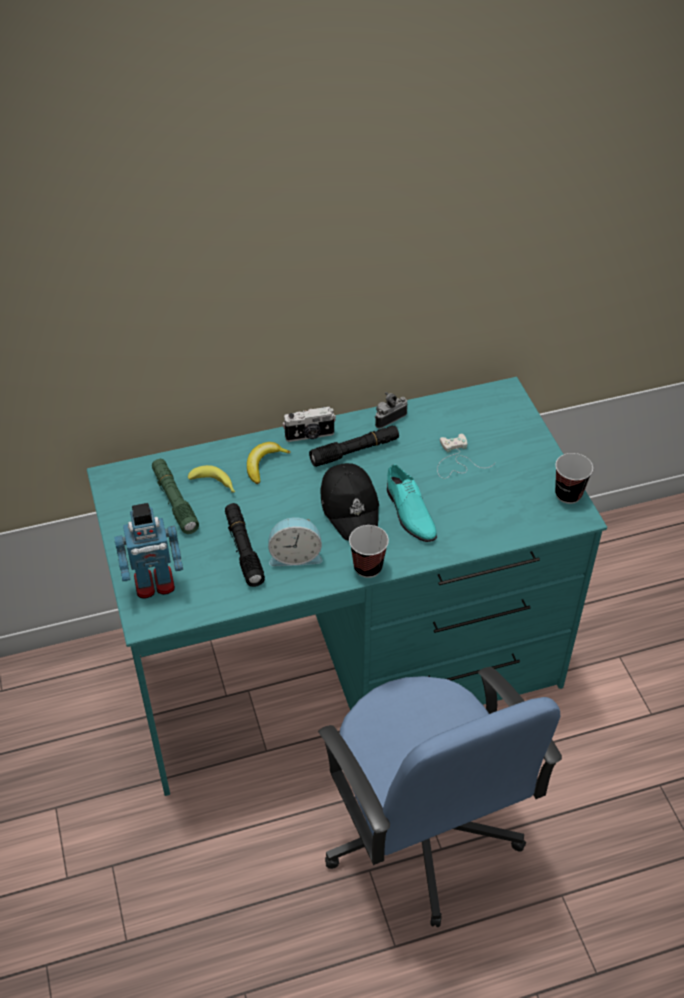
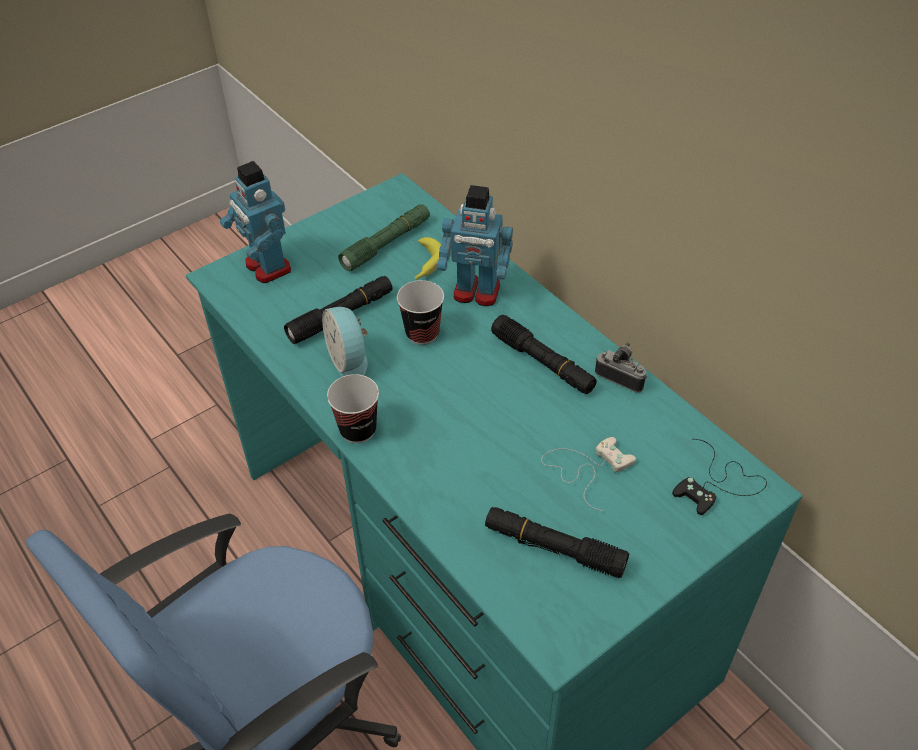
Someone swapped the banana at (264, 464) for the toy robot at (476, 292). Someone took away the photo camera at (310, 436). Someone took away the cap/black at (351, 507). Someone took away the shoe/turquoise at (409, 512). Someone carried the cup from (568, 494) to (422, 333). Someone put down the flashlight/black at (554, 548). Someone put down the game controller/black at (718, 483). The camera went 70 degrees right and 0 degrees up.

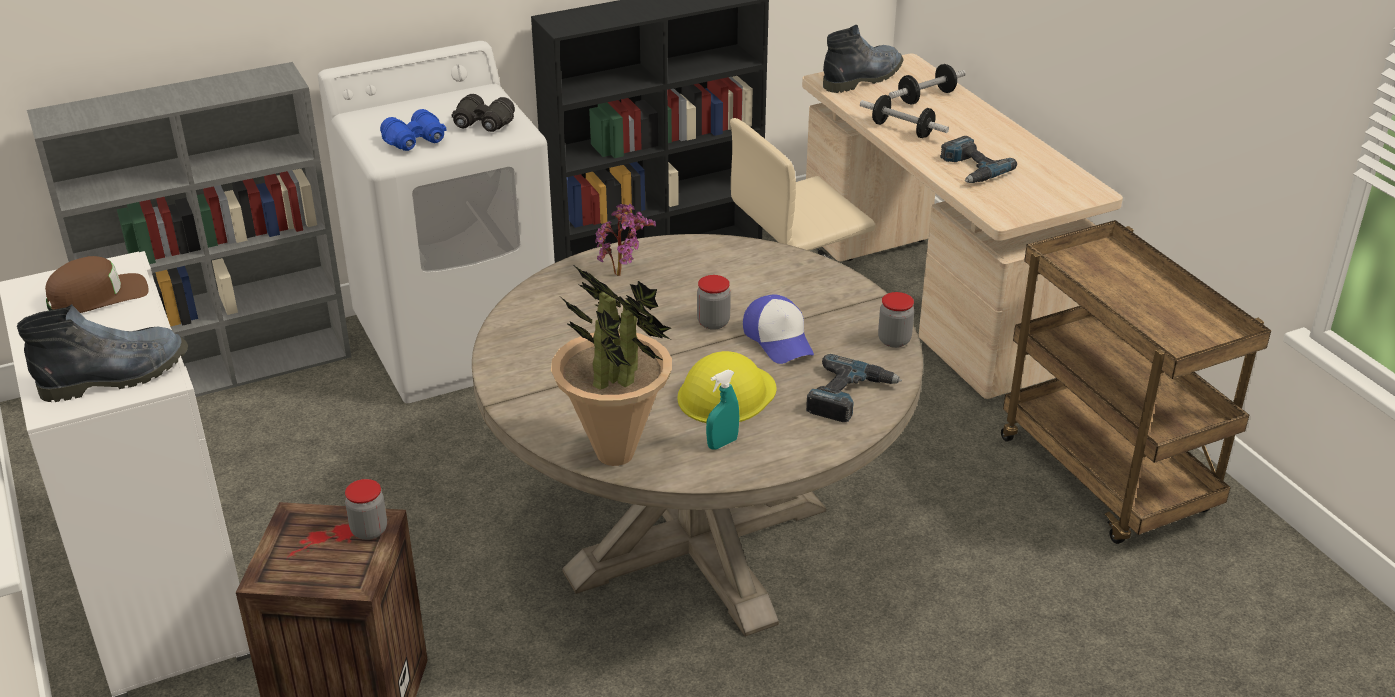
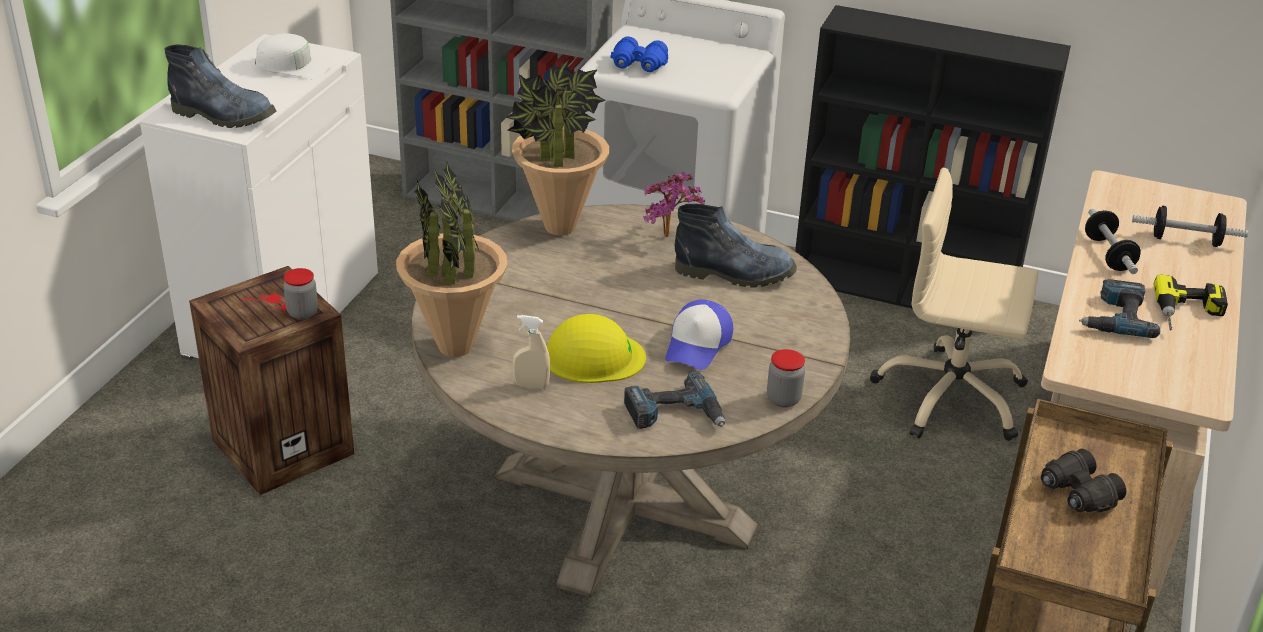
Someone repainted the cap/brown at (98, 296), which became the cap/white at (293, 67). Someone carried the binoculars/black from (483, 125) to (1077, 494). Someone took away the jar at (713, 322). Someone repainted the spray bottle/turquoise at (722, 443), which became the spray bottle/beige at (531, 385). Someone carried the boot from (863, 77) to (736, 273). Someone put down the potted plant at (559, 228). Someone put down the power drill at (1189, 314). The camera went 45 degrees right and 0 degrees up.

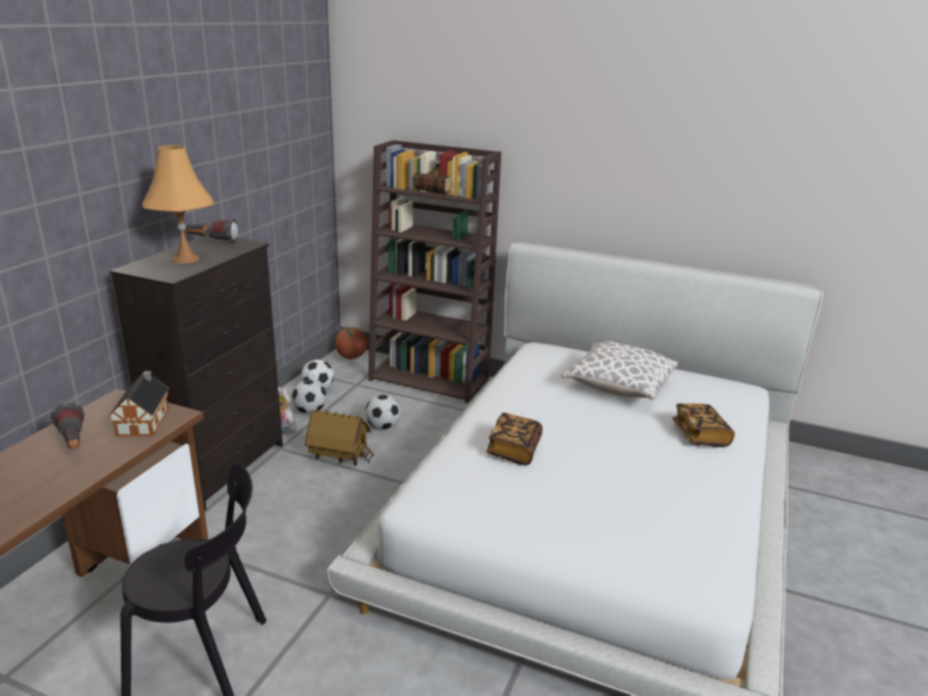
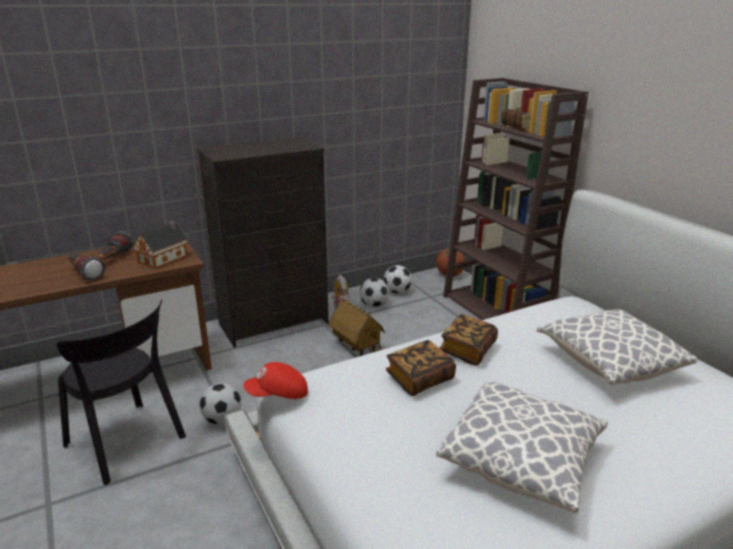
Someone took away the table lamp/orange at (185, 259). Someone carried the flashlight from (211, 242) to (84, 274). Someone carried the football from (383, 427) to (222, 419). Someone carried the book from (700, 436) to (467, 350). Someone put down the cap/red at (278, 395). Someone put down the pillow at (521, 460). The camera went 40 degrees right and 0 degrees up.

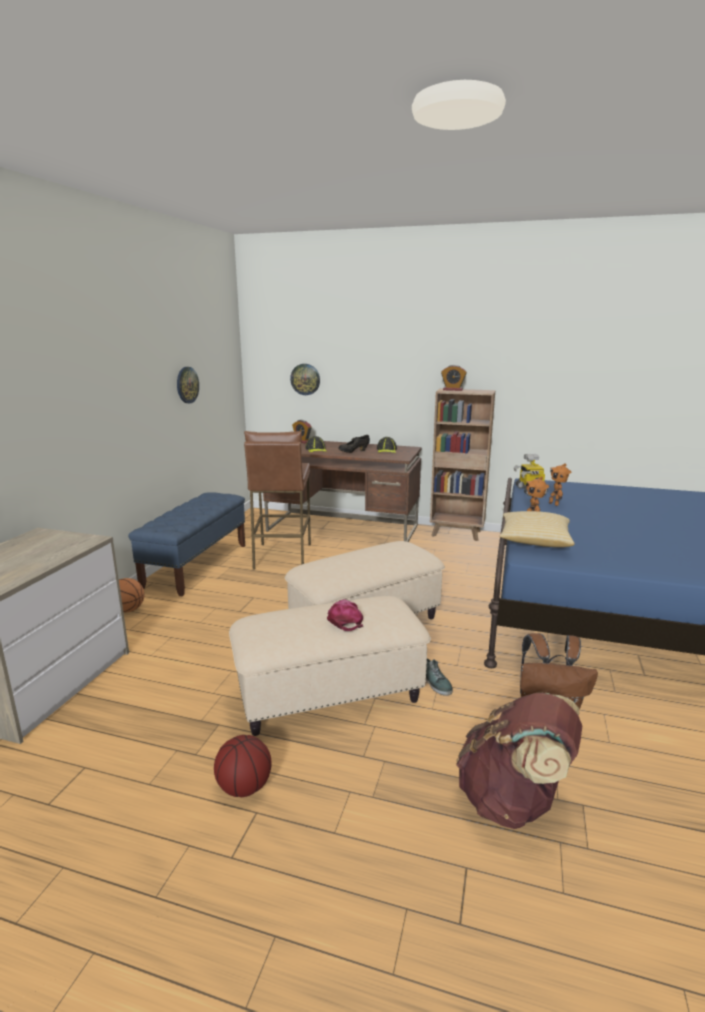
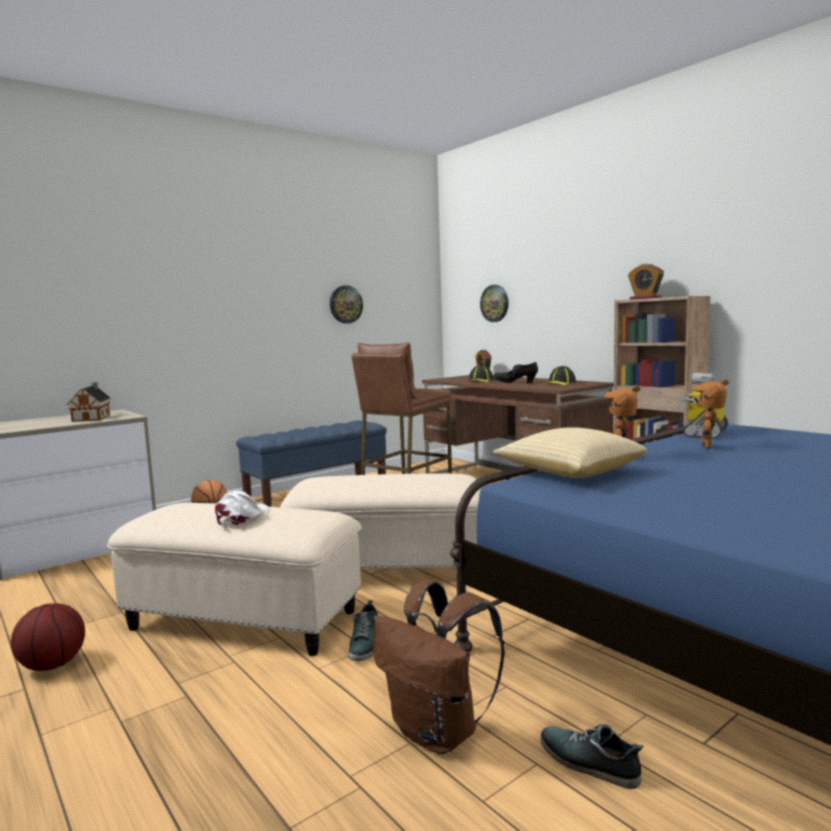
Someone repainted the cap/pink at (344, 619), which became the cap/white at (242, 517). Someone took away the backpack/brown at (513, 801). Someone put down the toy house at (92, 417). Someone put down the shoe at (588, 763). The camera went 35 degrees right and 10 degrees down.

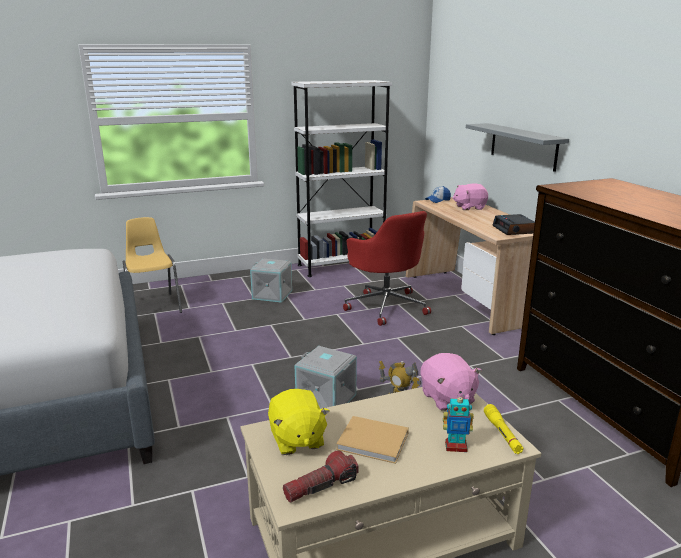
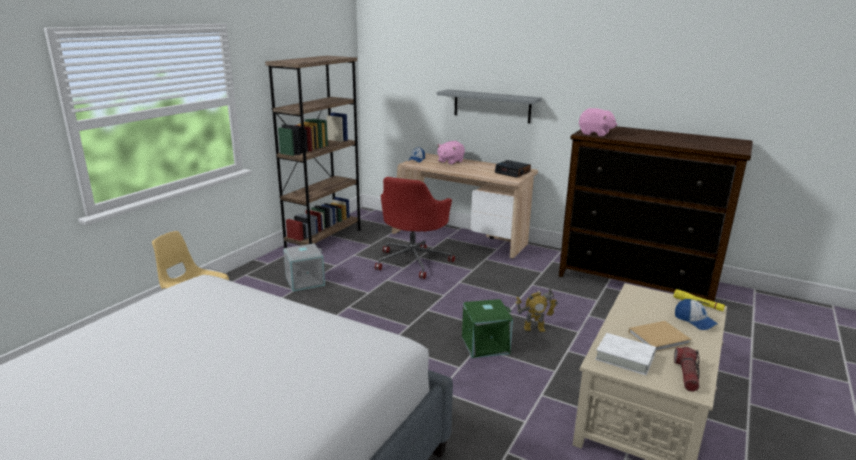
Someone swapped the plush toy/yellow at (296, 439) for the book/white at (624, 357). Someone repainted the bookcase/white at (341, 265), which became the bookcase/brown at (324, 238). Someone repainted the storage box/grey at (327, 399), which became the storage box/green at (485, 344). Someone rotated the office chair/red at (386, 306) by 90 degrees clockwise. Someone carried the plush toy/pink from (447, 398) to (595, 134). Someone swapped the toy robot at (456, 447) for the cap at (694, 321). The camera went 40 degrees left and 0 degrees up.

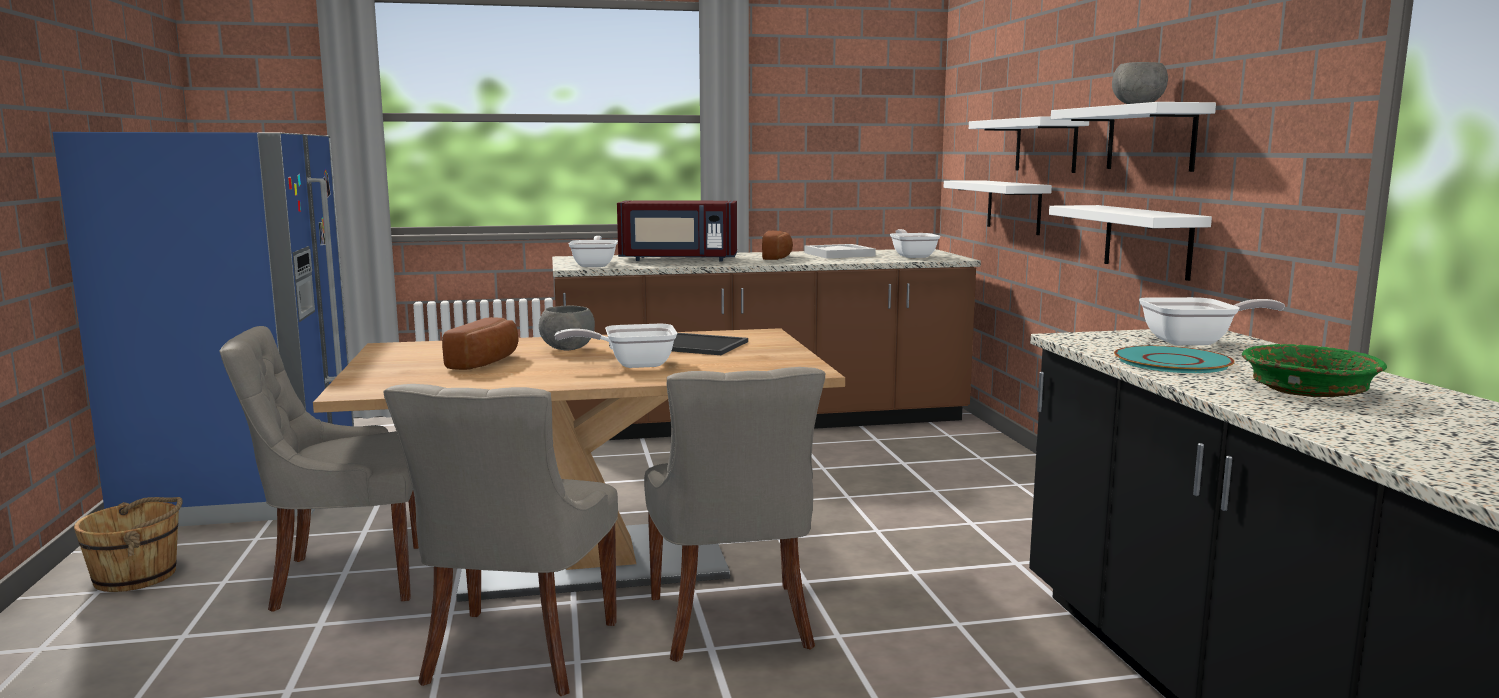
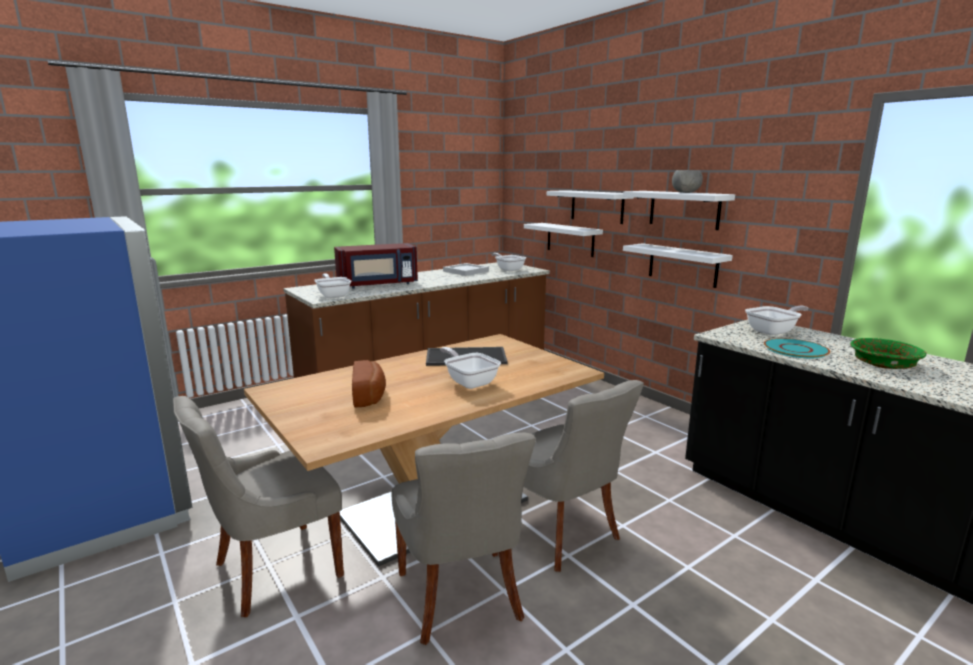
Someone took away the bucket/brown at (137, 576). Someone took away the bowl/grey at (568, 349). Someone rotated the frying pan at (632, 364) by 90 degrees clockwise. Someone took away the bread at (778, 257). The camera went 25 degrees left and 5 degrees up.

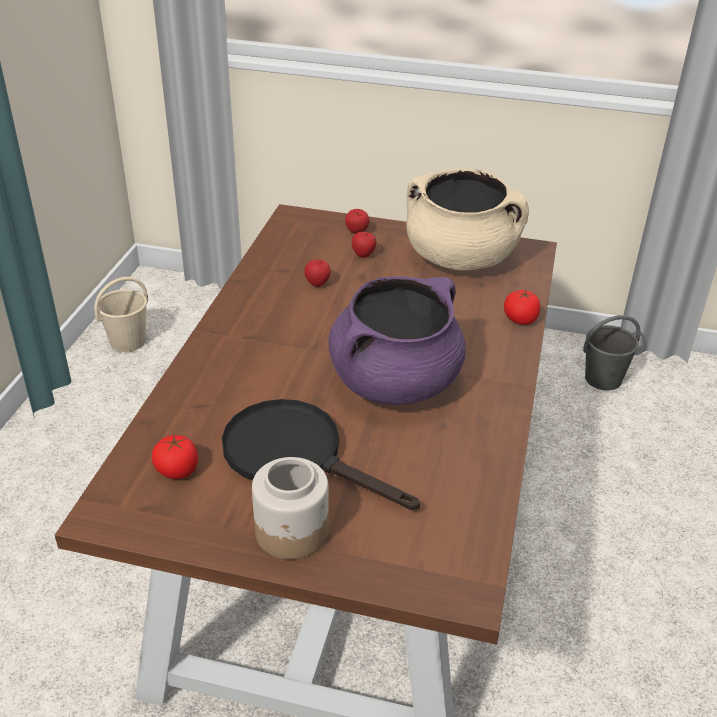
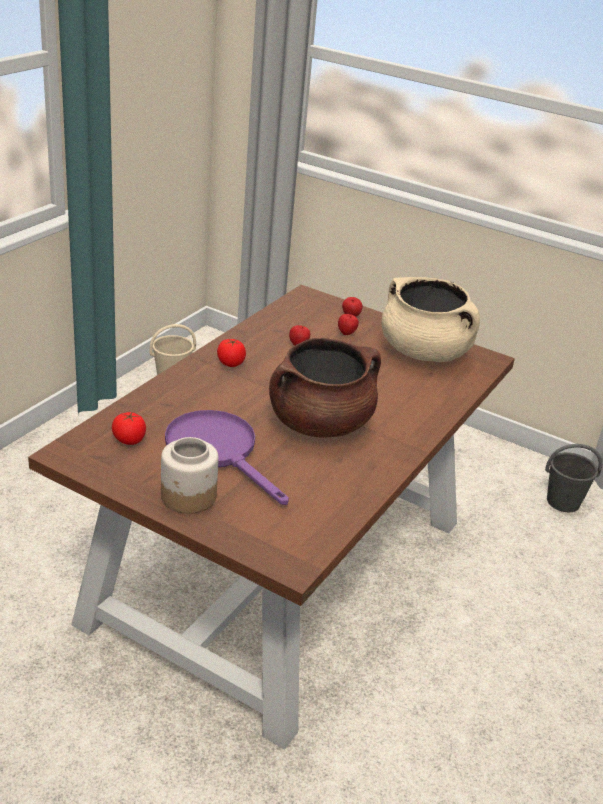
Someone repainted the frying pan/black at (297, 455), which became the frying pan/purple at (219, 451). Someone repainted the cooking pot/purple at (395, 382), which became the cooking pot/brown at (320, 423). Someone carried the tomato from (520, 320) to (230, 363). The camera went 15 degrees right and 5 degrees down.

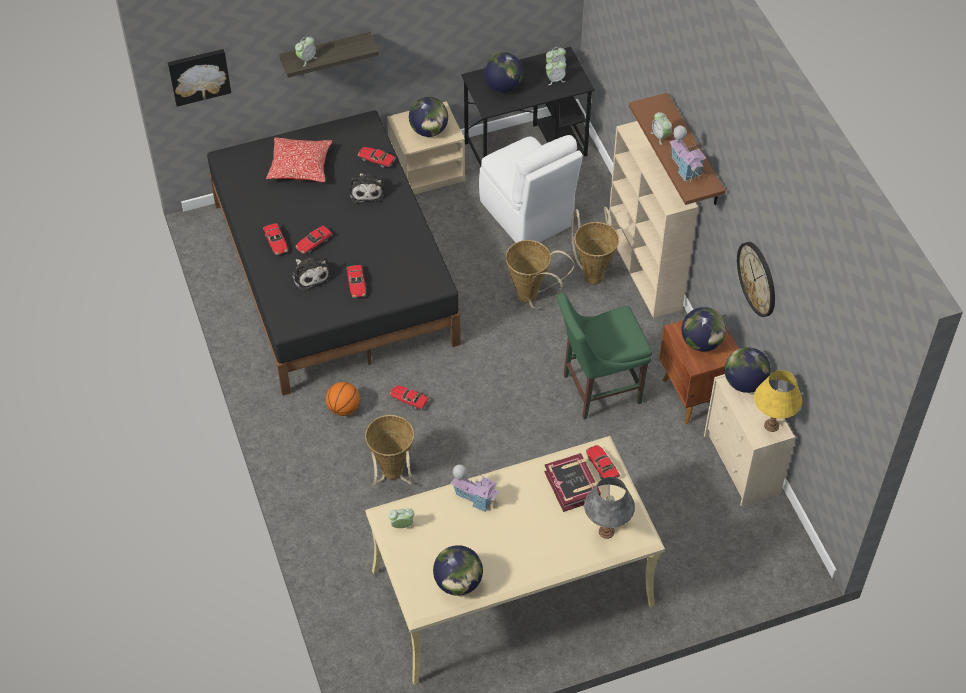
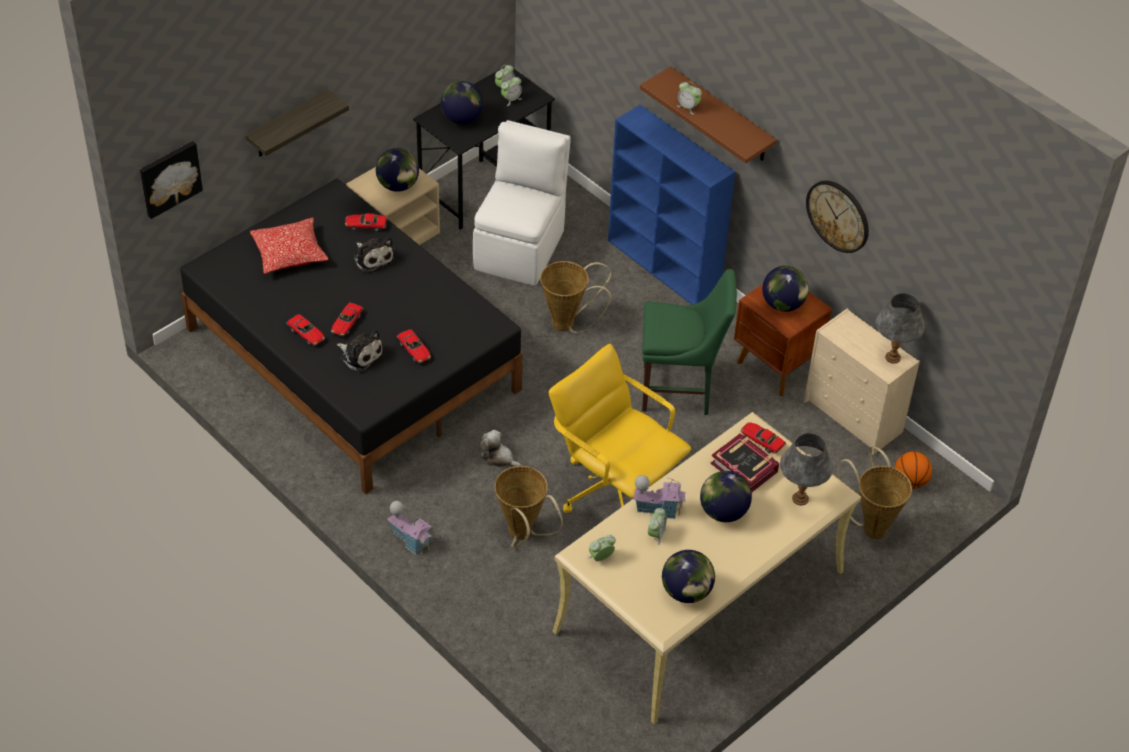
Someone carried the alarm clock from (306, 59) to (656, 534). Someone carried the basketball from (343, 408) to (910, 481). Someone swapped the toy car at (409, 399) for the plush toy at (498, 458). Someone rotated the chair/white at (527, 215) by 105 degrees counterclockwise. Someone rotated the chair/green at (597, 389) by 135 degrees counterclockwise. Someone carried the basket from (593, 273) to (871, 525). Someone repainted the bookcase/beige at (645, 270), which became the bookcase/blue at (664, 267). Someone carried the toy house from (685, 167) to (411, 539). Someone carried the globe from (744, 382) to (723, 512). Someone repainted the table lamp/yellow at (771, 426), which became the table lamp/grey at (892, 358). Someone put down the office chair/yellow at (613, 489). The camera went 25 degrees left and 5 degrees down.

